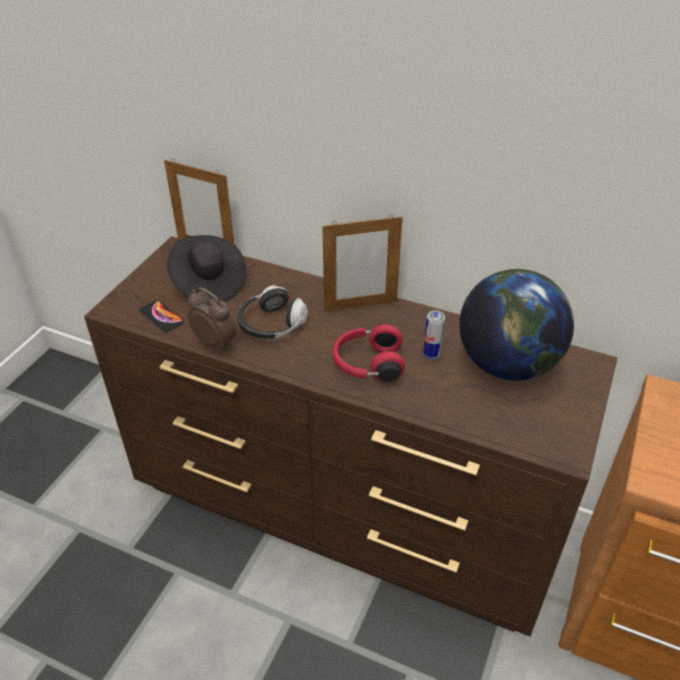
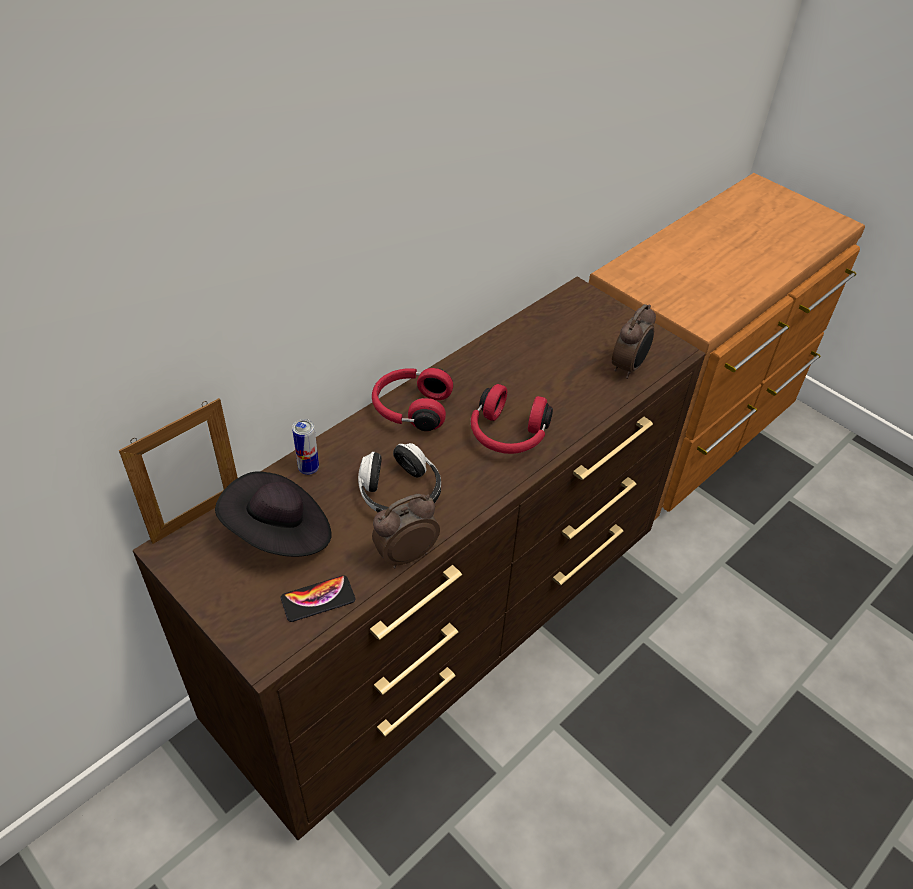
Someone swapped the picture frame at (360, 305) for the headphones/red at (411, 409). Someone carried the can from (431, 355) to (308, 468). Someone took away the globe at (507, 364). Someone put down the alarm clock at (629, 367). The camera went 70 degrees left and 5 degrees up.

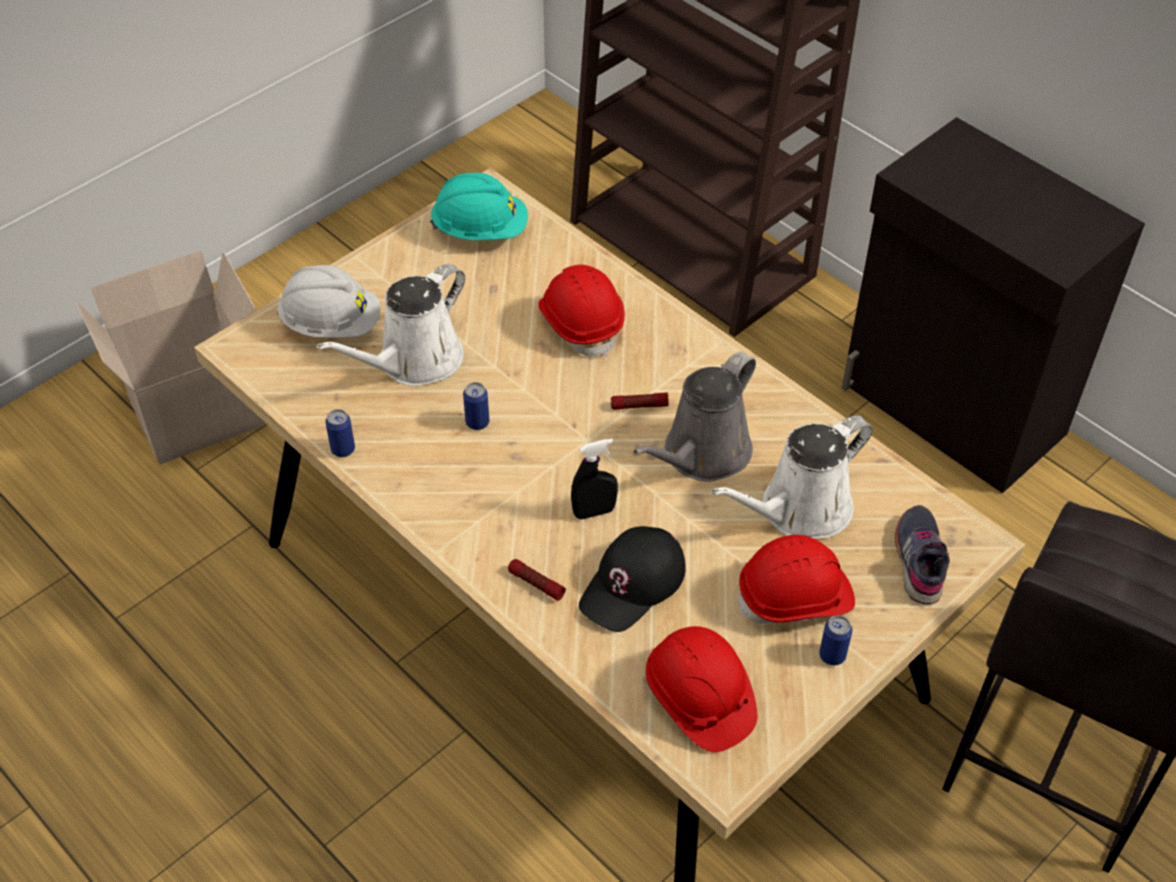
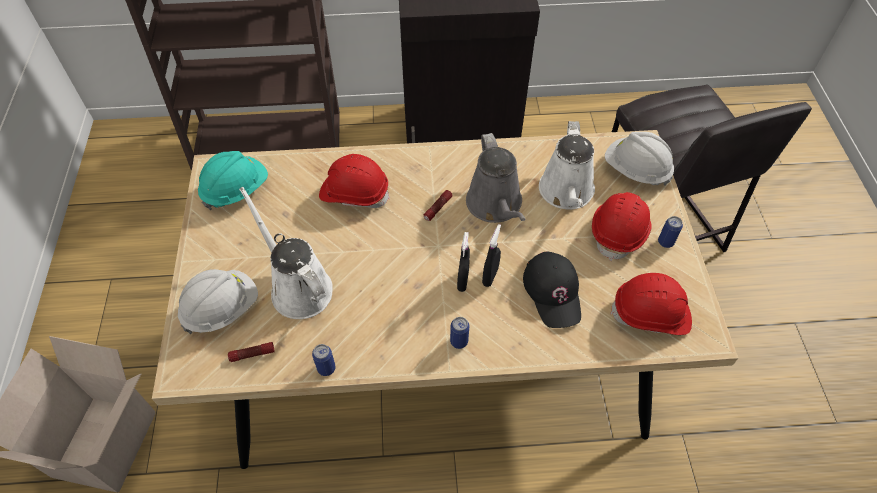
Someone rotated the watering can/white at (414, 362) by 150 degrees clockwise. Someone carried the can from (477, 422) to (459, 341). Someone carried the flashlight from (536, 584) to (252, 354). Someone swapped the shoe/grey at (920, 560) for the hard hat/white at (636, 170). Someone put down the spray bottle/black at (463, 281). The camera went 50 degrees left and 5 degrees up.

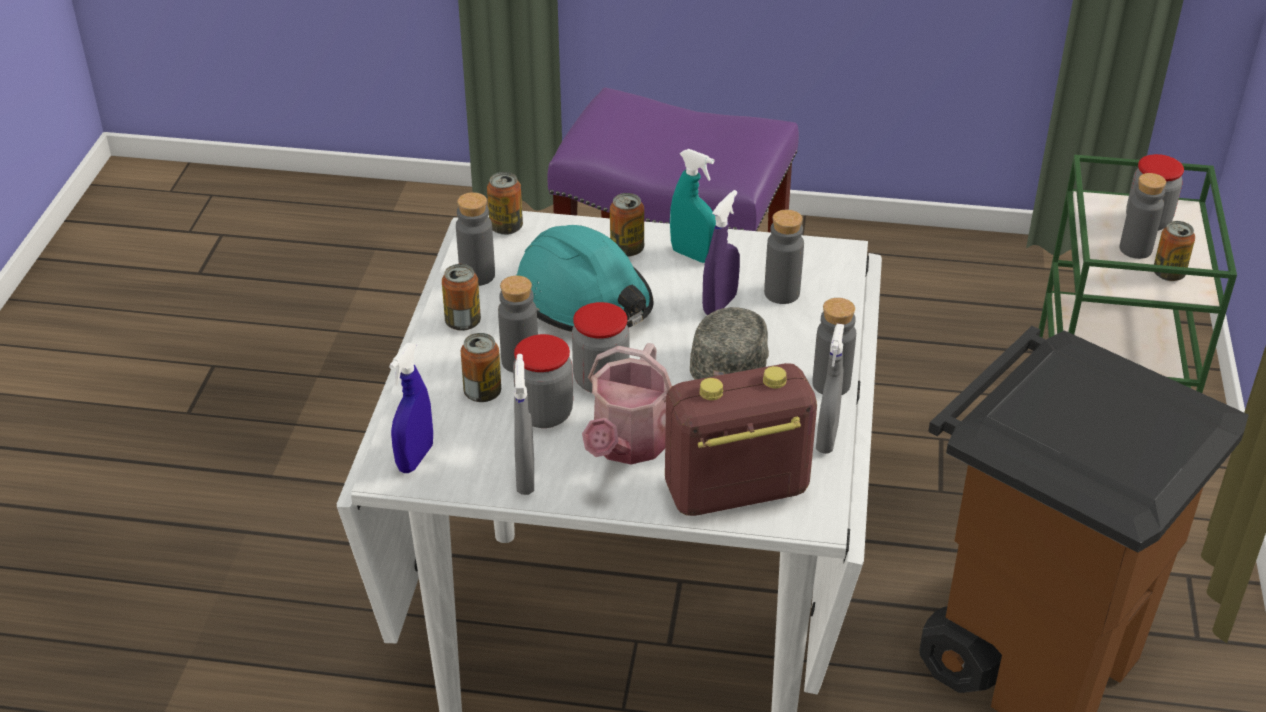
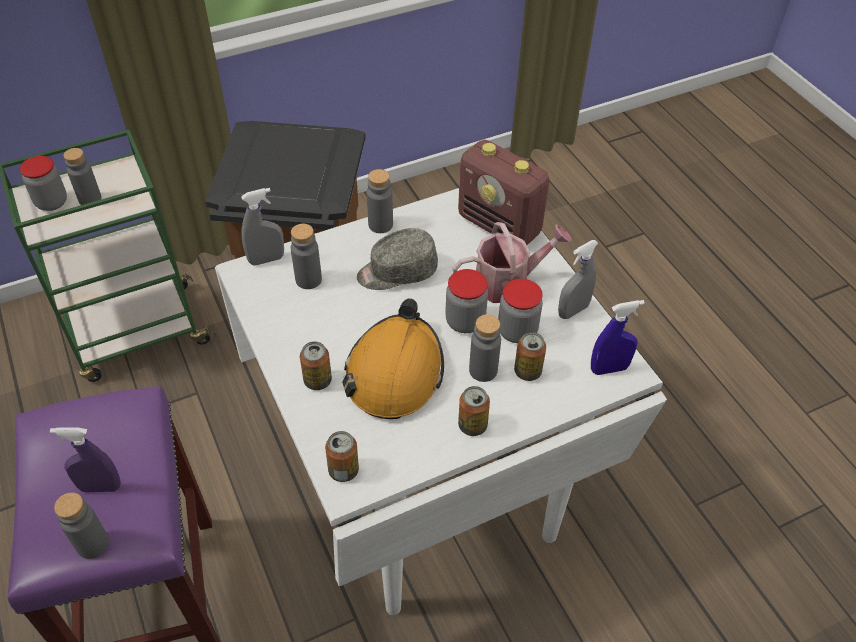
Someone carried the bottle/grey from (477, 275) to (92, 544). Someone repainted the hard hat/turquoise at (584, 301), which became the hard hat/orange at (395, 372). Someone took away the spray bottle/turquoise at (692, 255). Someone carried the spray bottle/purple from (720, 304) to (100, 487). Someone carried the spray bottle/grey from (827, 438) to (266, 259). Someone took away the can at (1168, 274). The camera went 125 degrees left and 10 degrees up.

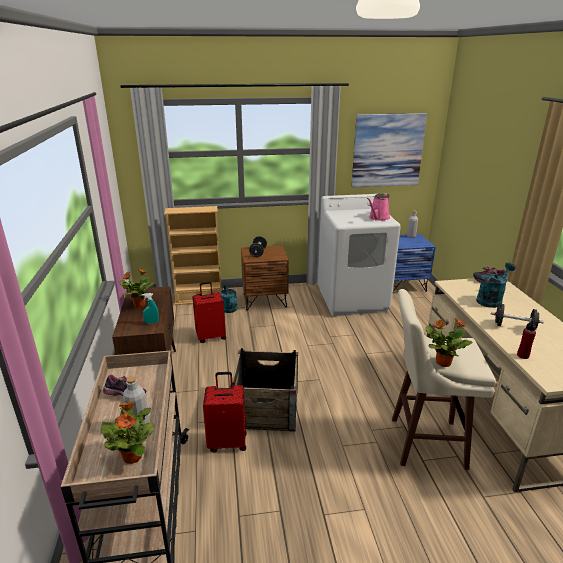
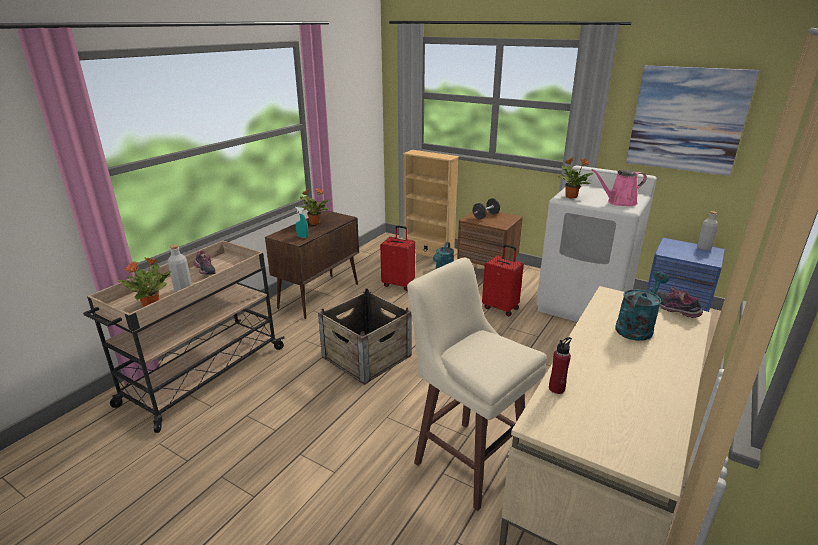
Someone carried the suitcase/red from (227, 442) to (501, 308). Someone carried the potted plant from (442, 362) to (570, 196). Someone rotated the watering can/turquoise at (491, 299) by 45 degrees counterclockwise. Someone took away the dumbbell/black at (514, 327). The camera went 40 degrees right and 0 degrees up.

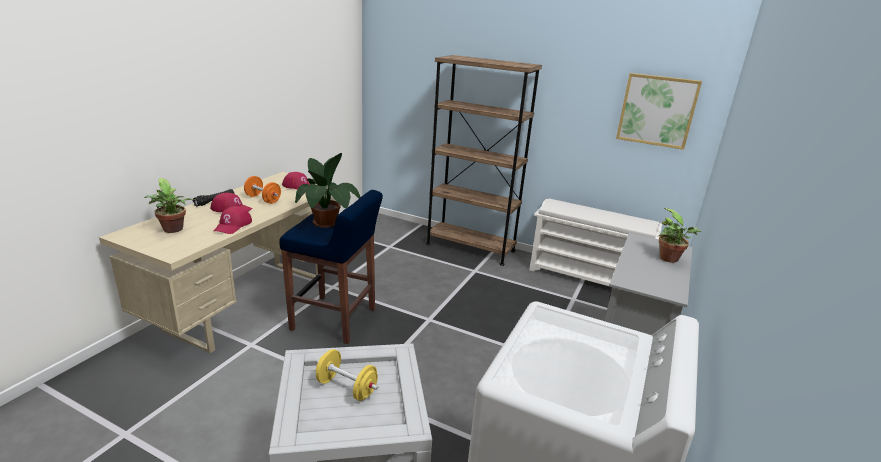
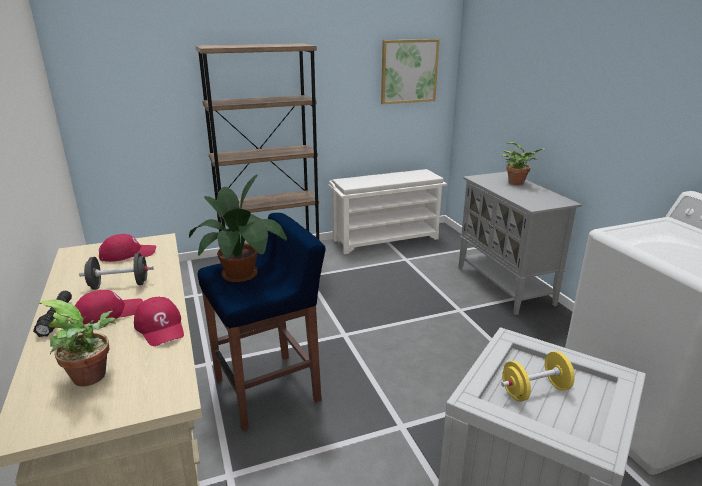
Someone repainted the dumbbell/orange at (263, 199), which became the dumbbell/black at (119, 285). The camera went 45 degrees left and 0 degrees up.

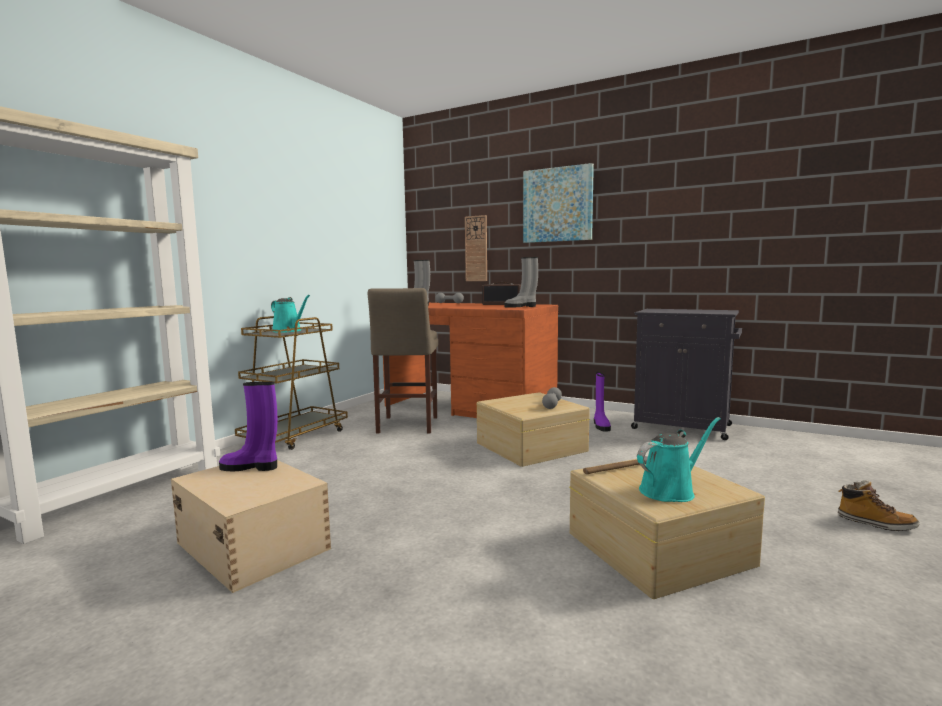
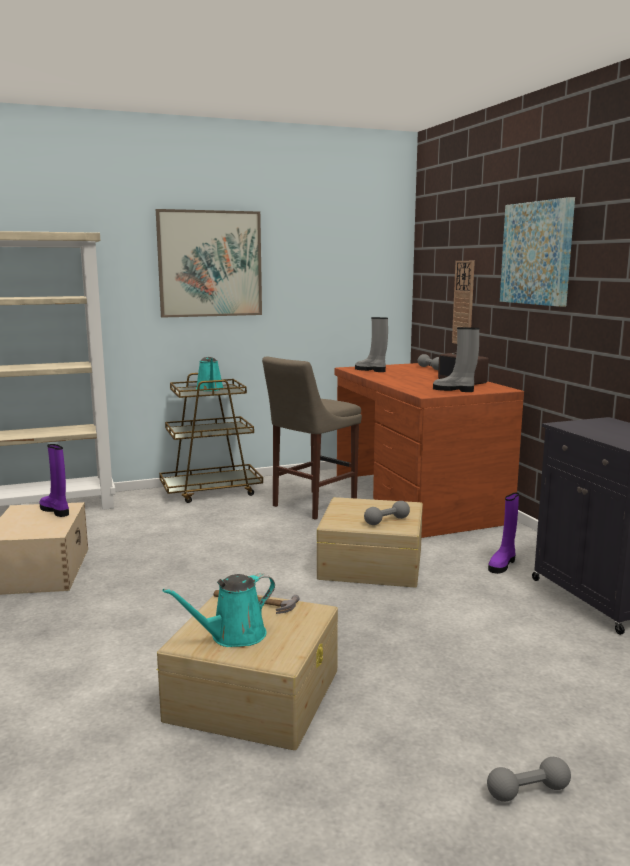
Someone rotated the watering can/turquoise at (670, 490) by 135 degrees clockwise. Someone swapped the boot at (875, 523) for the dumbbell/grey at (528, 791). Someone put up the picture at (210, 264). The camera went 40 degrees right and 5 degrees up.

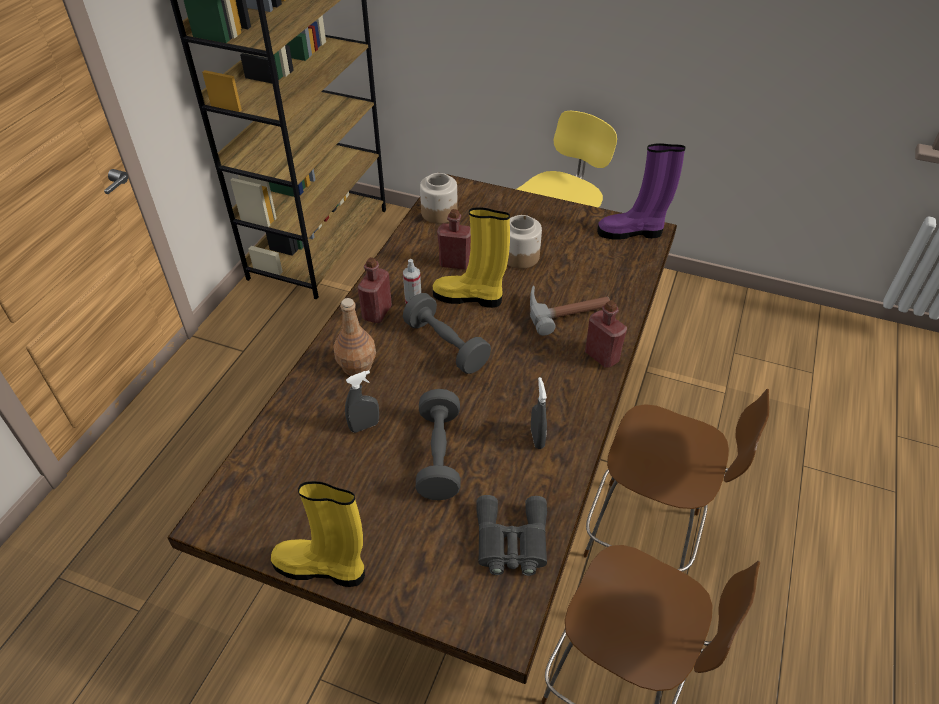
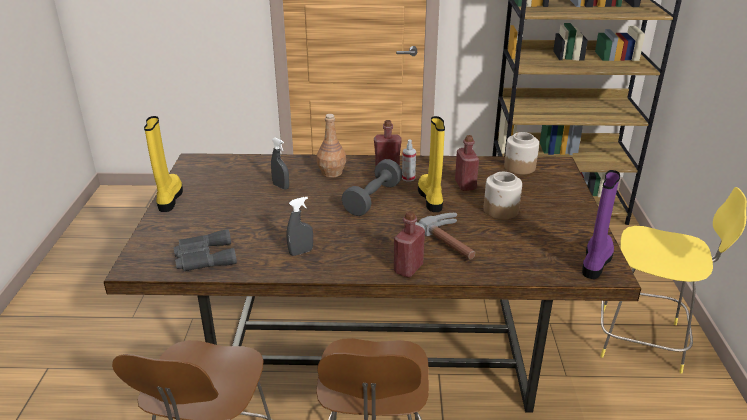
Someone took away the dumbbell/grey at (439, 455). Someone rotated the boot/purple at (632, 232) by 45 degrees clockwise. The camera went 70 degrees right and 15 degrees down.

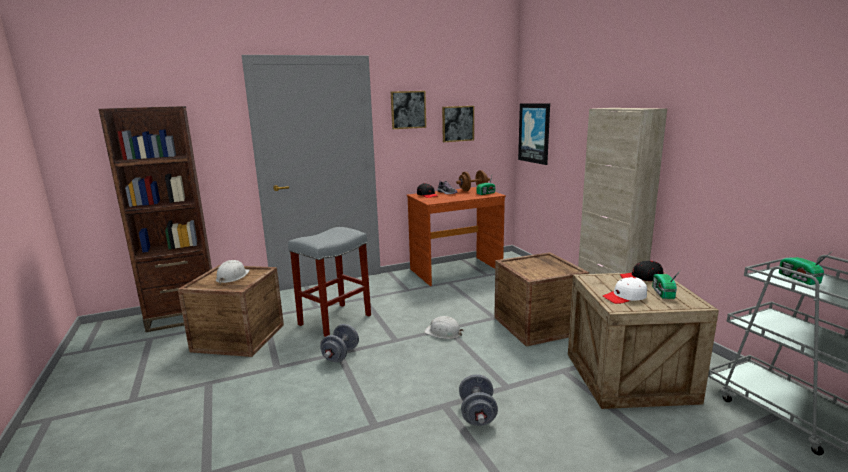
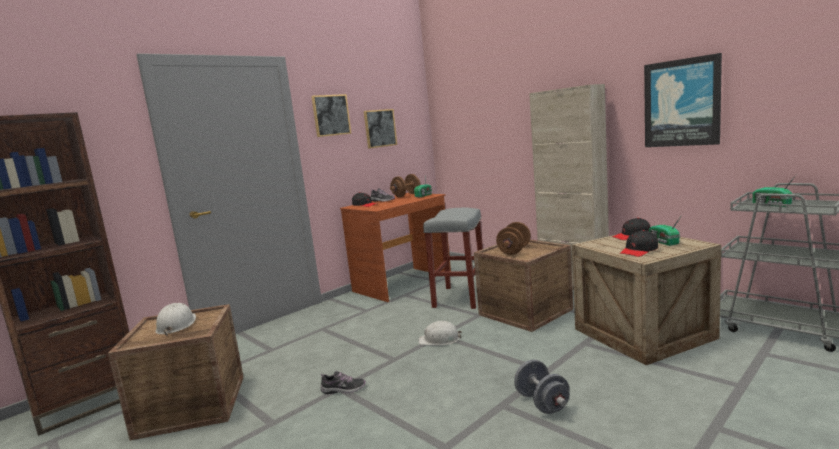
Someone carried the stool/grey from (334, 320) to (460, 298). Someone swapped the dumbbell/grey at (340, 355) for the shoe at (343, 389). Someone carried the picture from (534, 133) to (681, 103). Someone repainted the cap/white at (625, 297), which became the cap/black at (639, 251). Someone put down the dumbbell/brown at (514, 251). The camera went 20 degrees left and 5 degrees down.

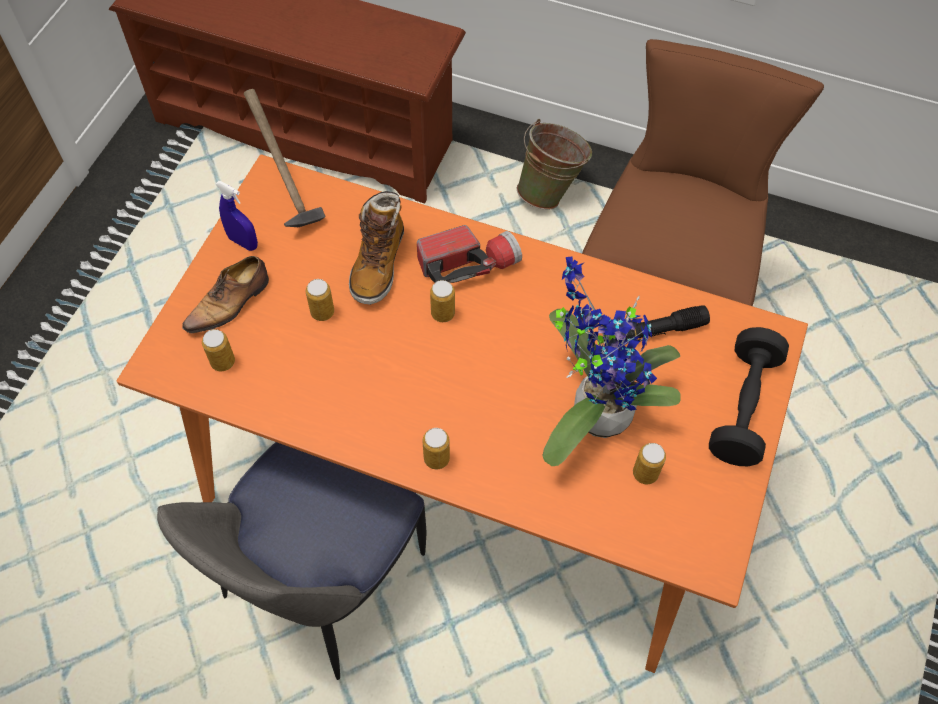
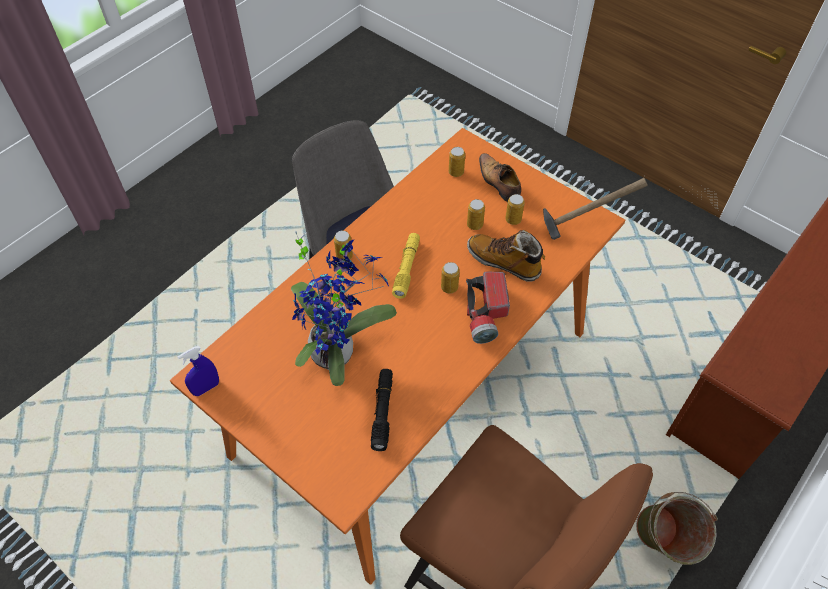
Someone carried the spray bottle/blue from (243, 242) to (206, 388). Someone carried the can from (645, 473) to (513, 220). Someone took away the dumbbell/black at (743, 407). Someone put down the flashlight/yellow at (407, 268). The camera went 110 degrees right and 5 degrees down.

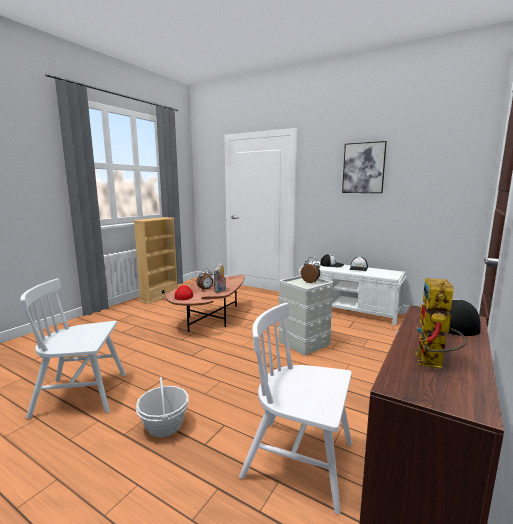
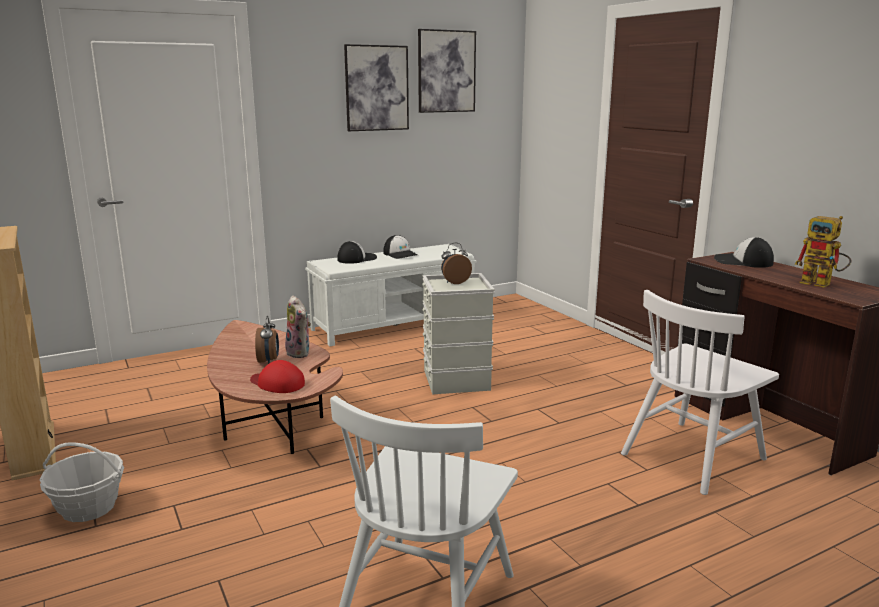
Someone carried the basket from (164, 425) to (88, 507). Someone put up the picture at (446, 71). The camera went 60 degrees left and 5 degrees up.

